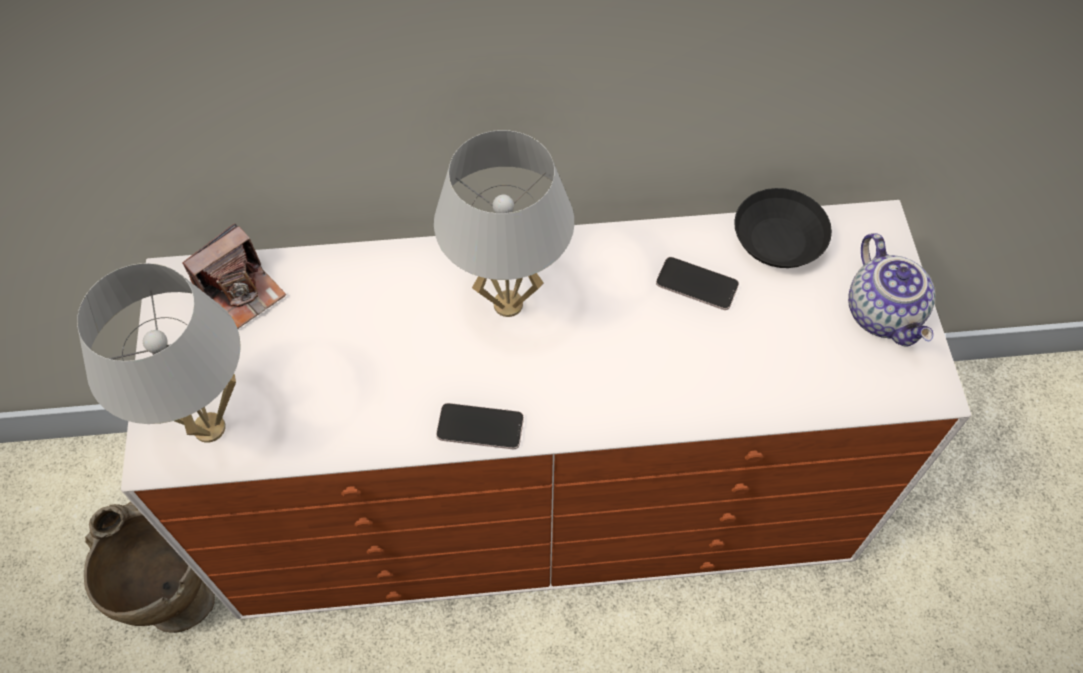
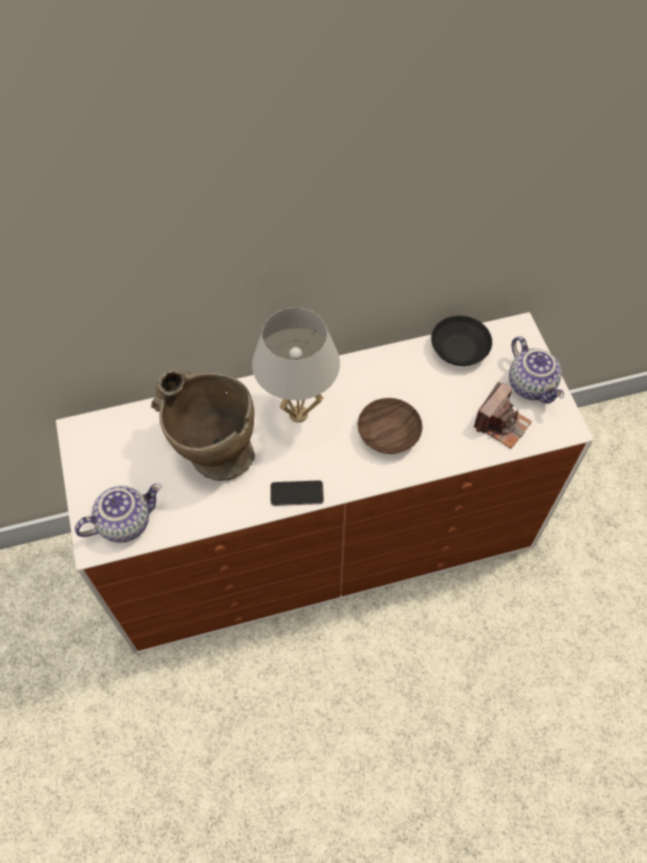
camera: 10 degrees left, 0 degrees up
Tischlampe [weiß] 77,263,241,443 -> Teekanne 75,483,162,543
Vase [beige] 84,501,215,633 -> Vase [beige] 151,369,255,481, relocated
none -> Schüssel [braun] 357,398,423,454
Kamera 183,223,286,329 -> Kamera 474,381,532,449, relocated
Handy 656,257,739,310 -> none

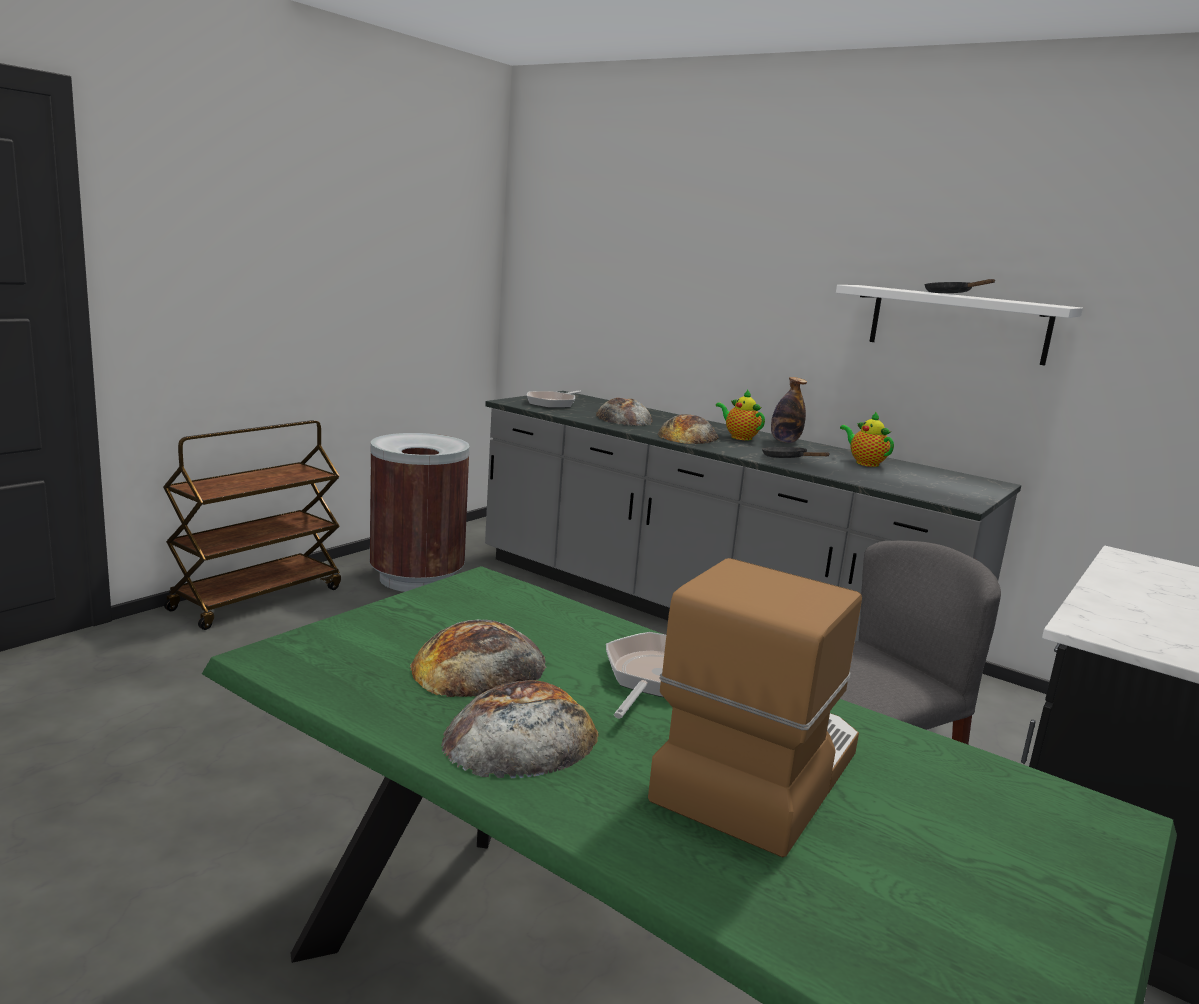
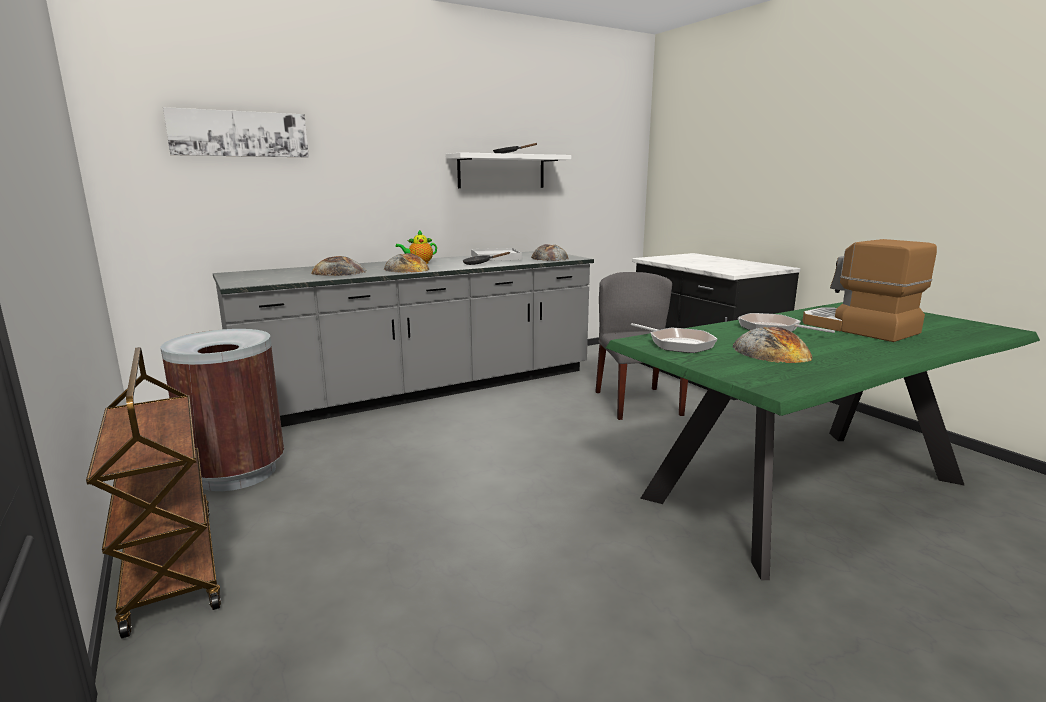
camera: 65 degrees left, 0 degrees up
none -> Bild 163,107,309,157
Teekanne 840,411,894,467 -> Tablett [weiß] 471,248,522,261
Brot 441,680,599,778 -> Brot 531,244,569,261, relocated
Pfanne 527,390,581,408 -> Pfanne 631,323,718,353, relocated
Flasche 771,377,807,443 -> none

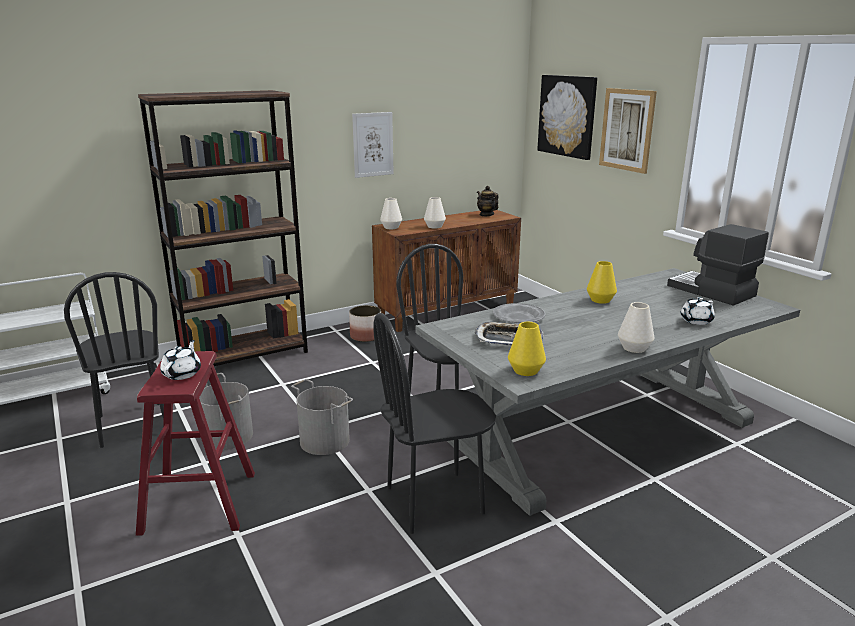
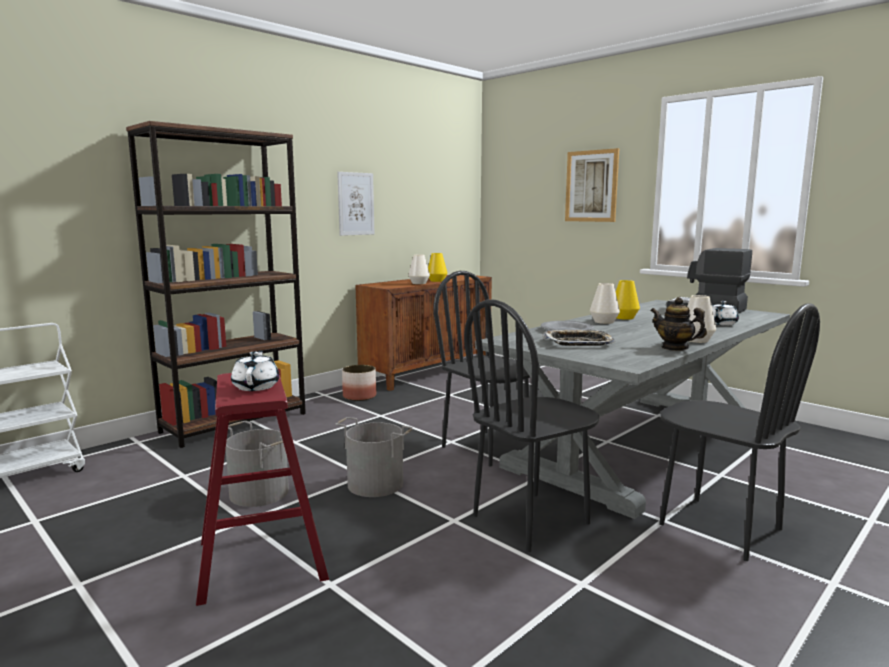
camera: 15 degrees left, 10 degrees down
Vase [gelb] 508,322,546,376 -> Vase [gelb] 428,253,447,282, relocated
Vase [weiß] 380,198,402,229 -> Vase [weiß] 590,283,620,324, relocated
Teekanne 477,186,498,216 -> Teekanne 650,297,707,351, relocated
Stuhl [schwarz] 64,272,164,448 -> Stuhl [schwarz] 659,304,820,561, relocated
Bild 537,75,597,160 -> none

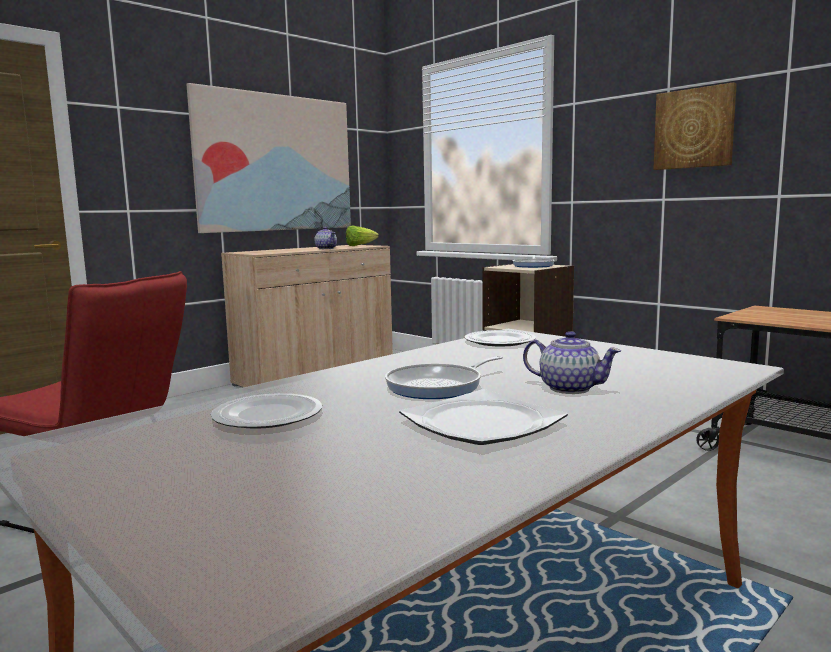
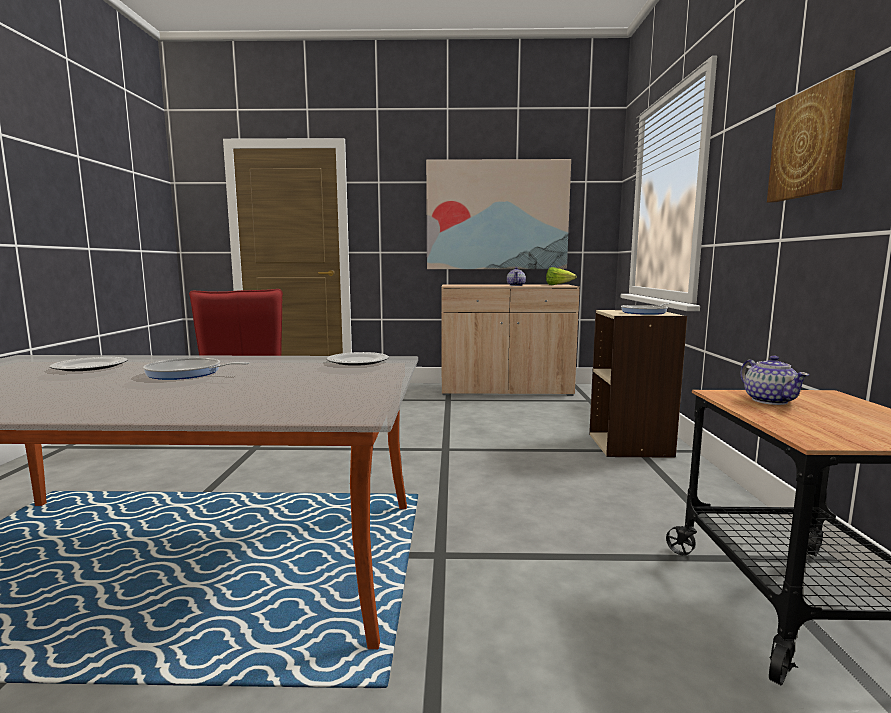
camera: 45 degrees right, 0 degrees up
Teekanne 523,331,621,394 -> Teekanne 740,355,809,405, relocated
Teller 399,389,568,445 -> none

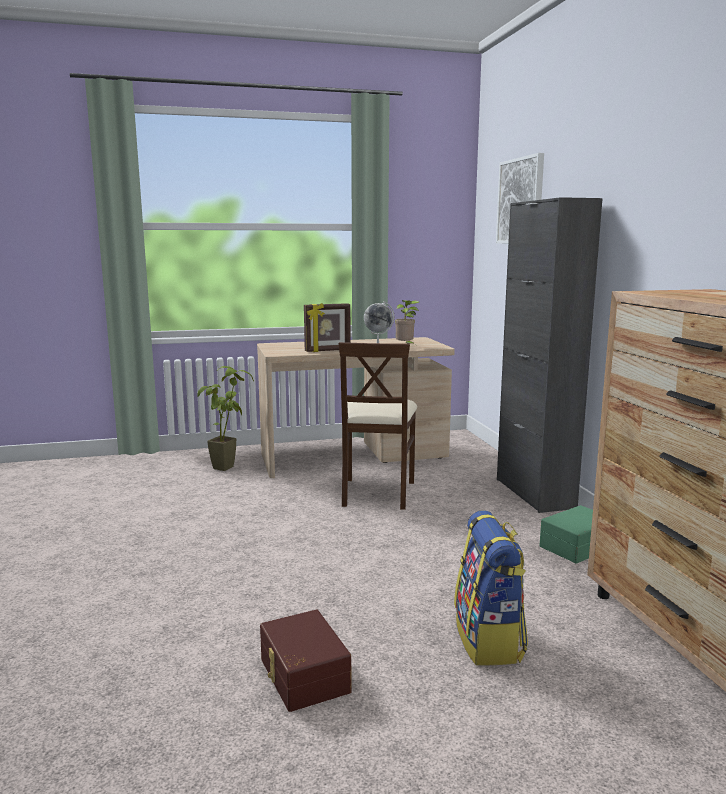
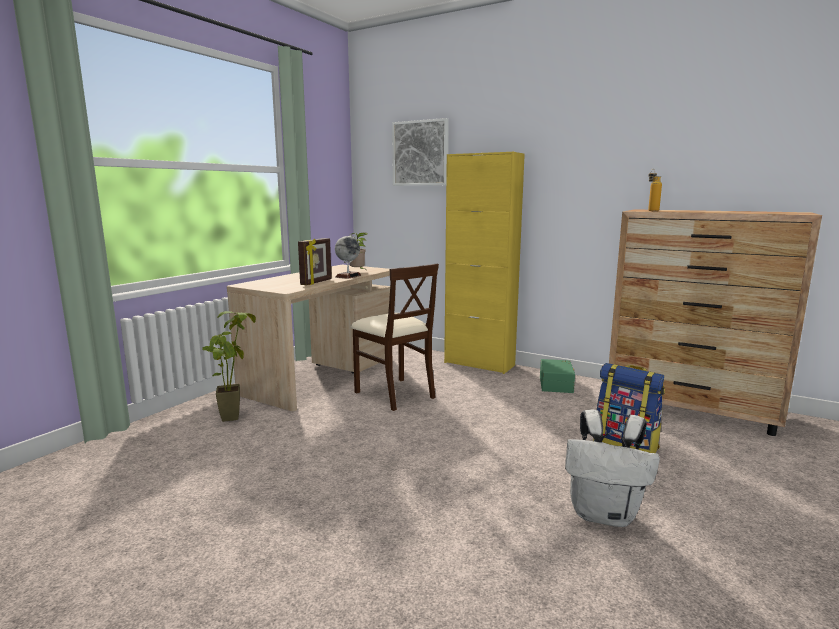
camera: 45 degrees left, 0 degrees up
Schrank [schwarz] 497,197,603,513 -> Schrank [gelb] 444,152,525,374
Aufbewahrungsbox [braun] 260,609,351,712 -> Rucksack [weiß] 565,410,660,527
none -> Flasche 648,169,662,211

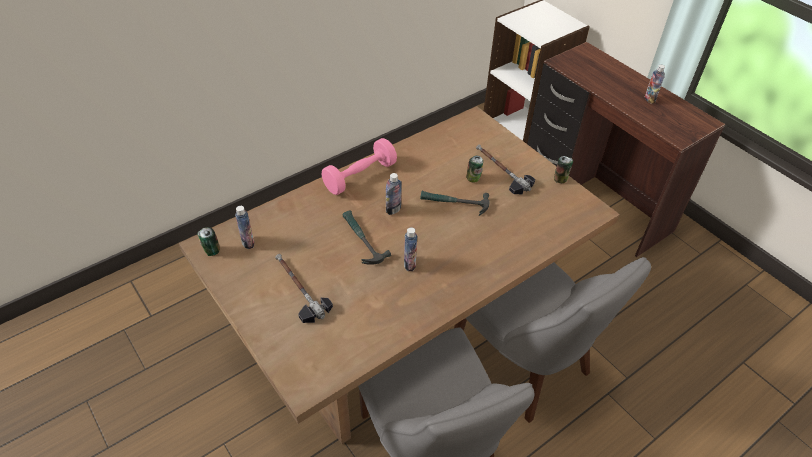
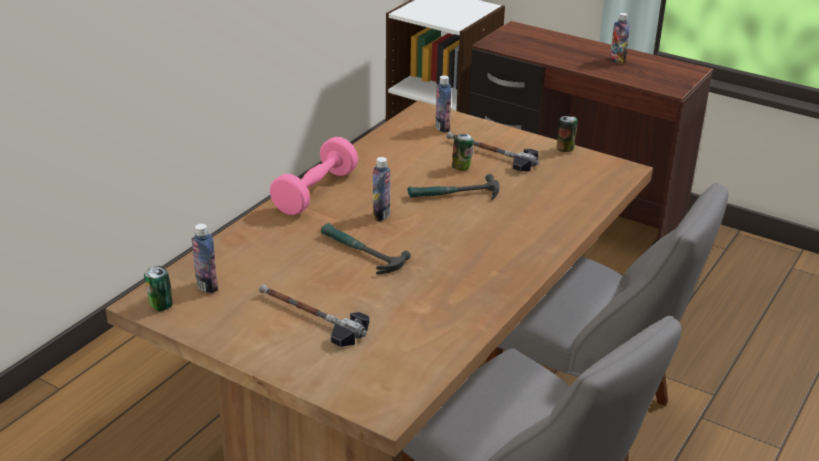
camera: 20 degrees left, 15 degrees down
Flasche 404,227,417,271 -> Flasche 435,75,452,133, relocated

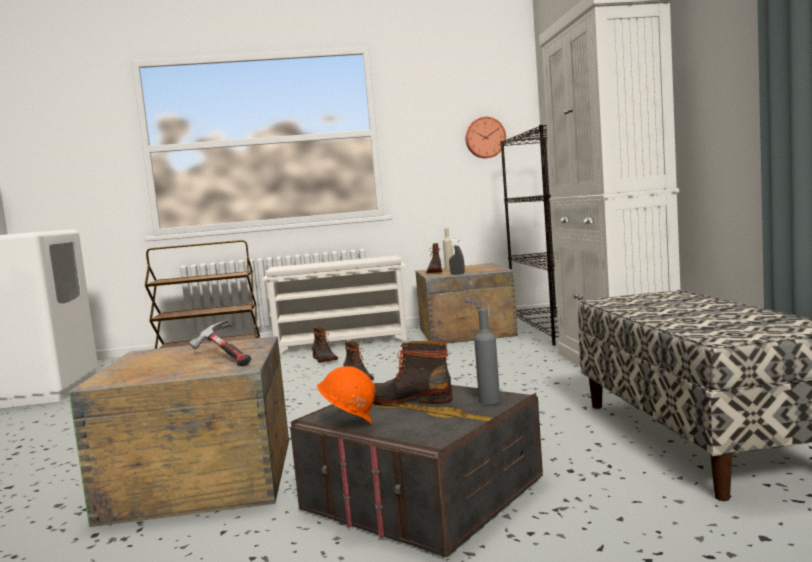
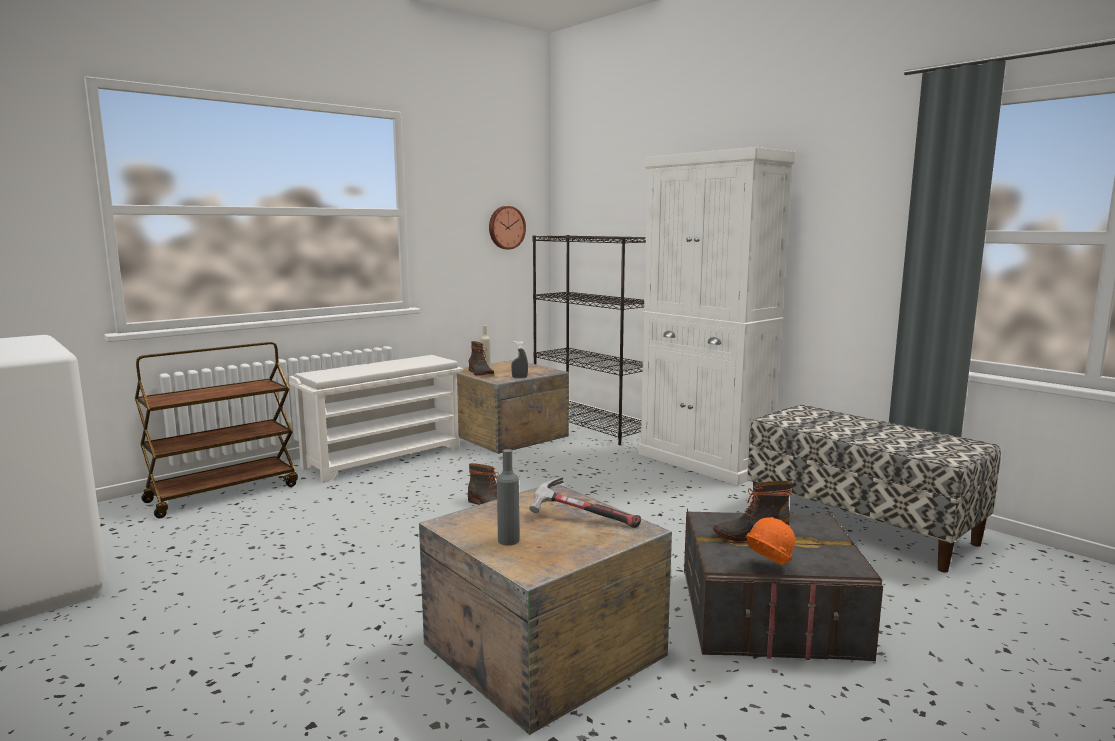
camera: 35 degrees left, 5 degrees up
Flasche [grau] 474,309,500,404 -> Flasche [grau] 497,449,520,545, relocated
Stiefel 312,327,338,363 -> none

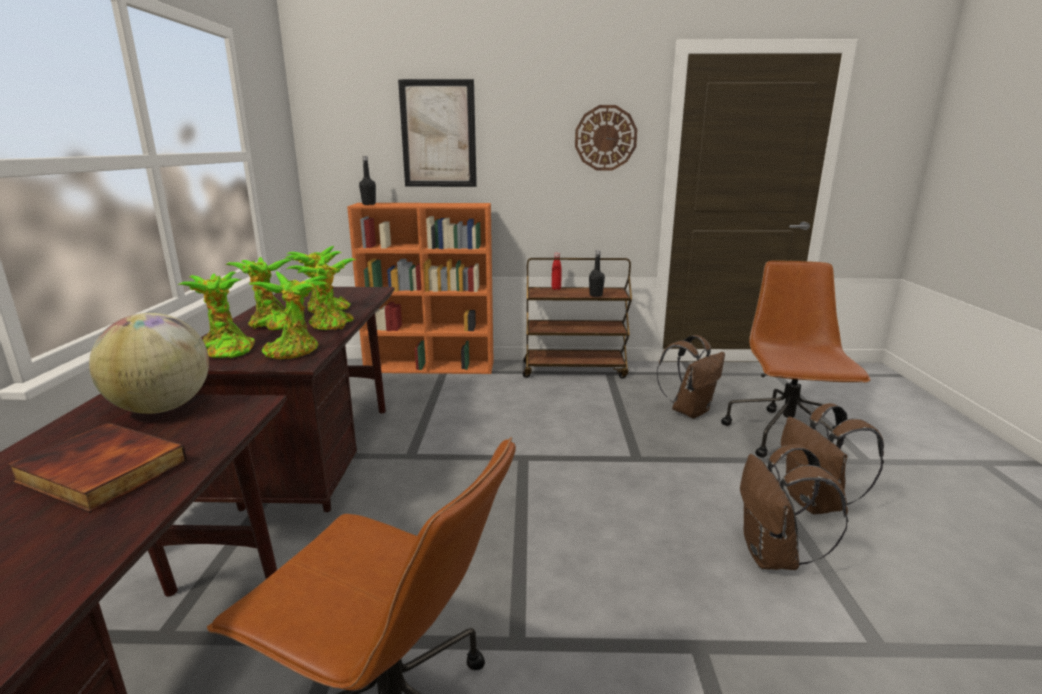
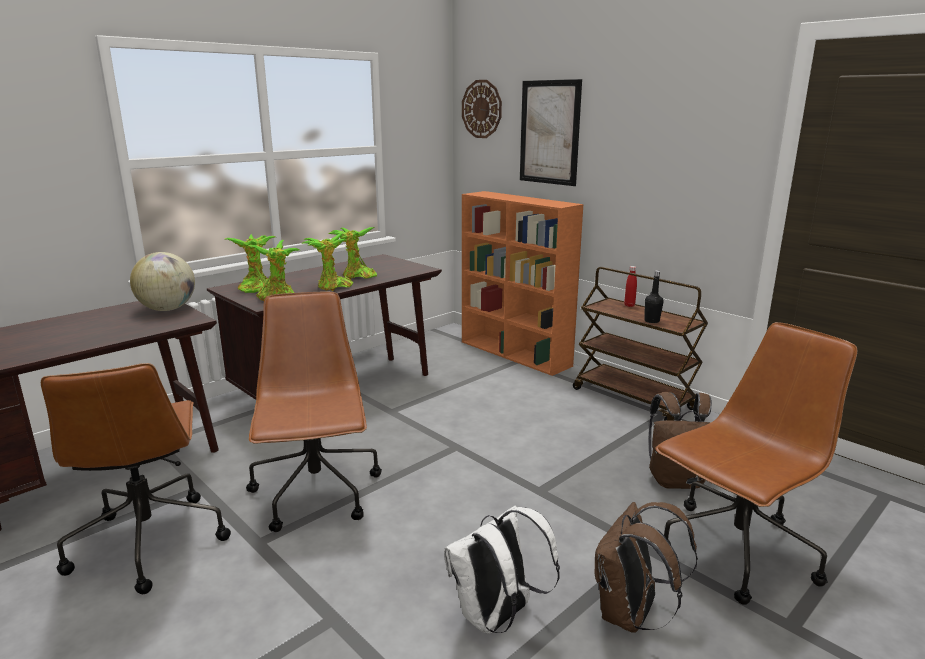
camera: 45 degrees right, 0 degrees up
none -> Bürostuhl [braun] 246,292,382,532
Rucksack [braun] 740,444,848,570 -> Rucksack [weiß] 444,506,560,634
Wanduhr 575,105,637,170 -> Wanduhr 462,80,502,138, relocated
Buch 8,423,187,513 -> none
Topfpflanze 225,257,294,330 -> none
Flasche [schwarz] 359,156,376,205 -> none

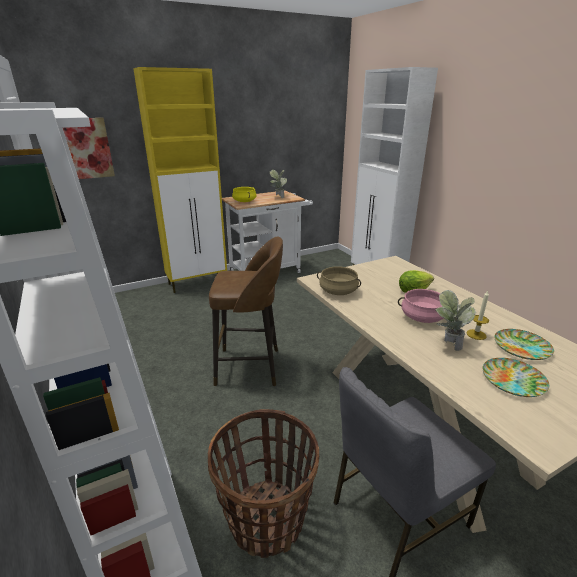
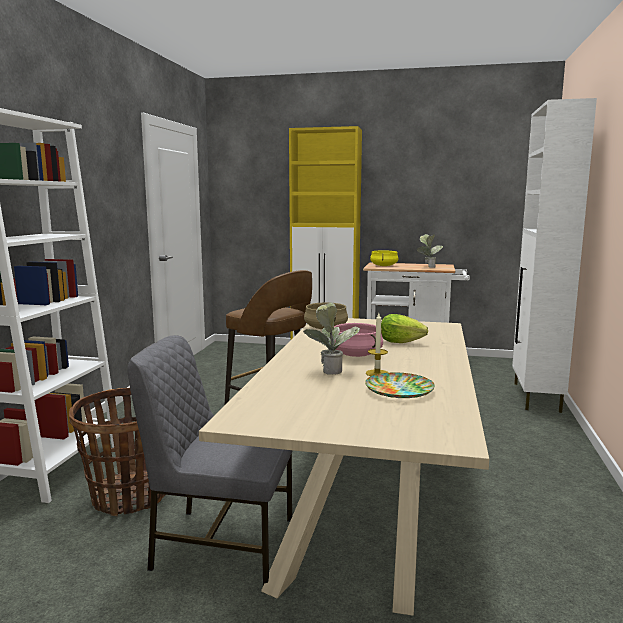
camera: 40 degrees right, 15 degrees down
Bild 63,118,115,179 -> none
Teller 482,358,549,397 -> none

